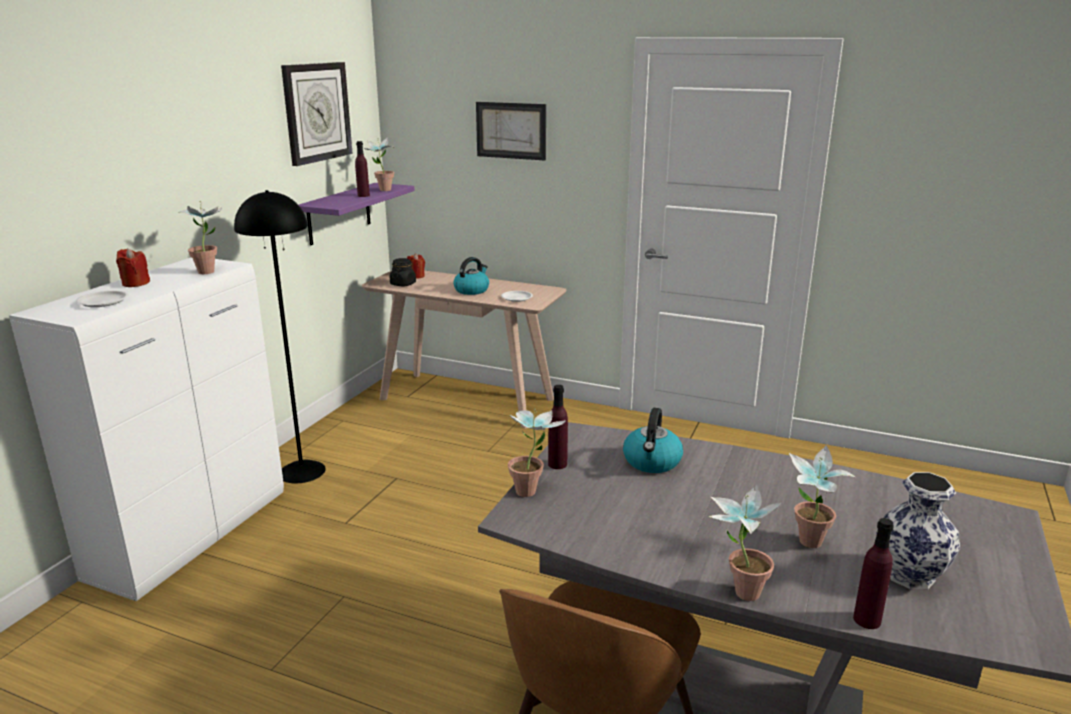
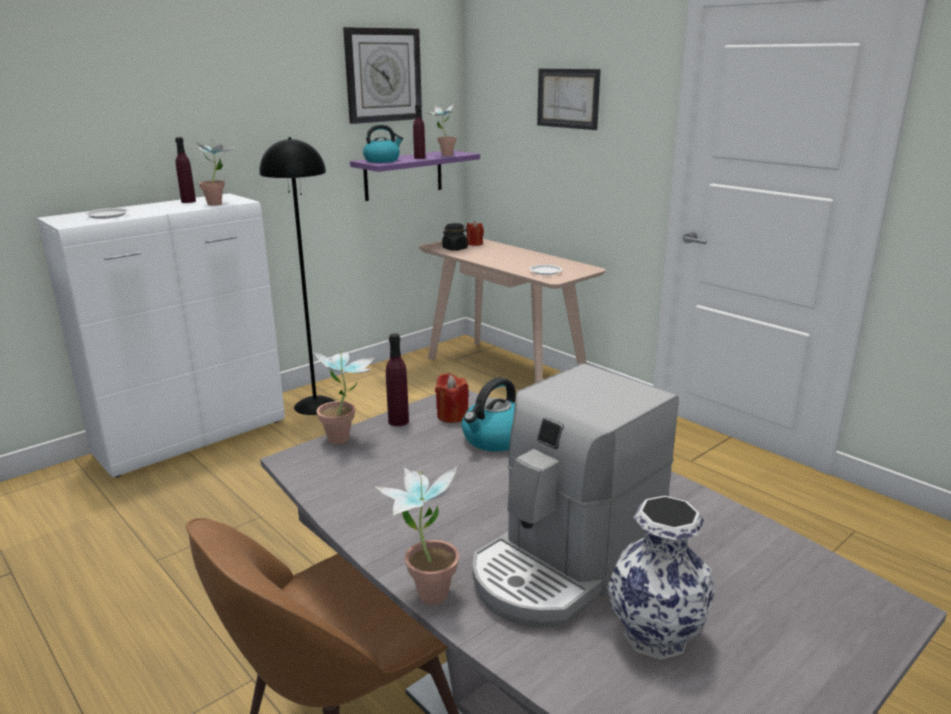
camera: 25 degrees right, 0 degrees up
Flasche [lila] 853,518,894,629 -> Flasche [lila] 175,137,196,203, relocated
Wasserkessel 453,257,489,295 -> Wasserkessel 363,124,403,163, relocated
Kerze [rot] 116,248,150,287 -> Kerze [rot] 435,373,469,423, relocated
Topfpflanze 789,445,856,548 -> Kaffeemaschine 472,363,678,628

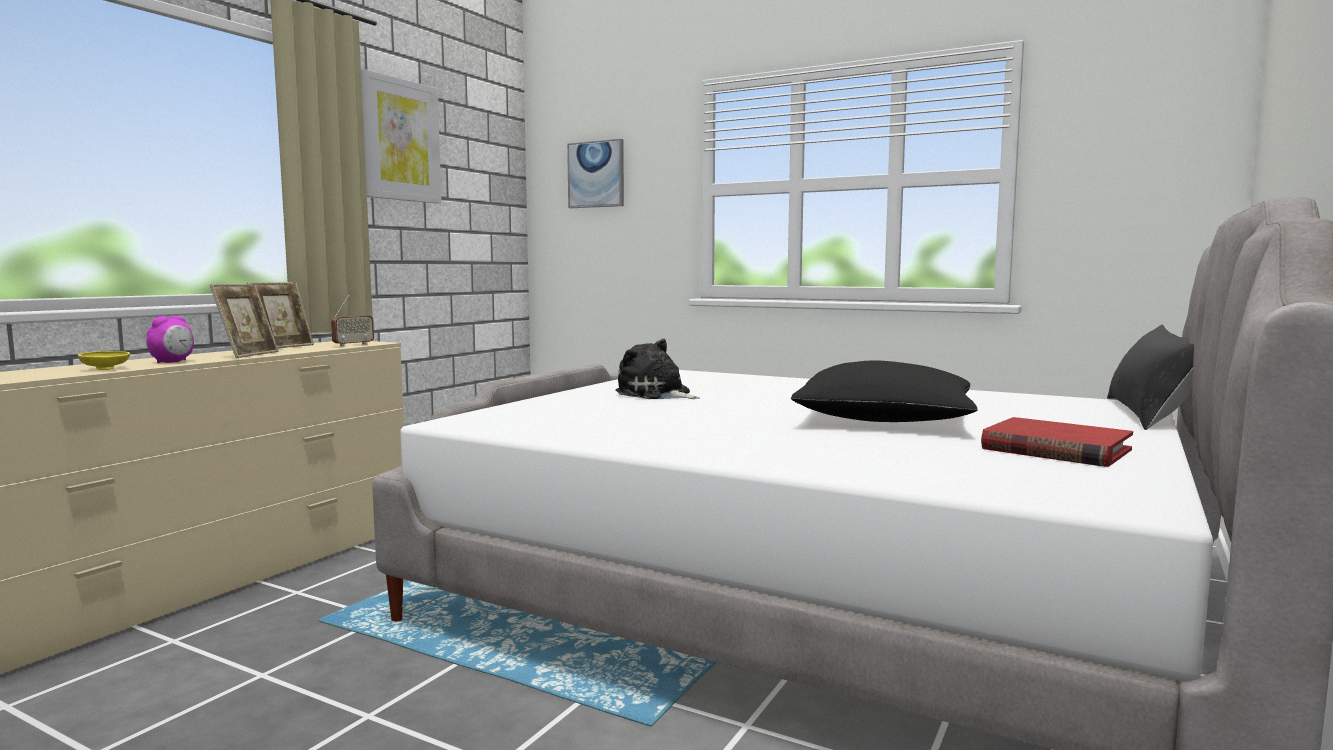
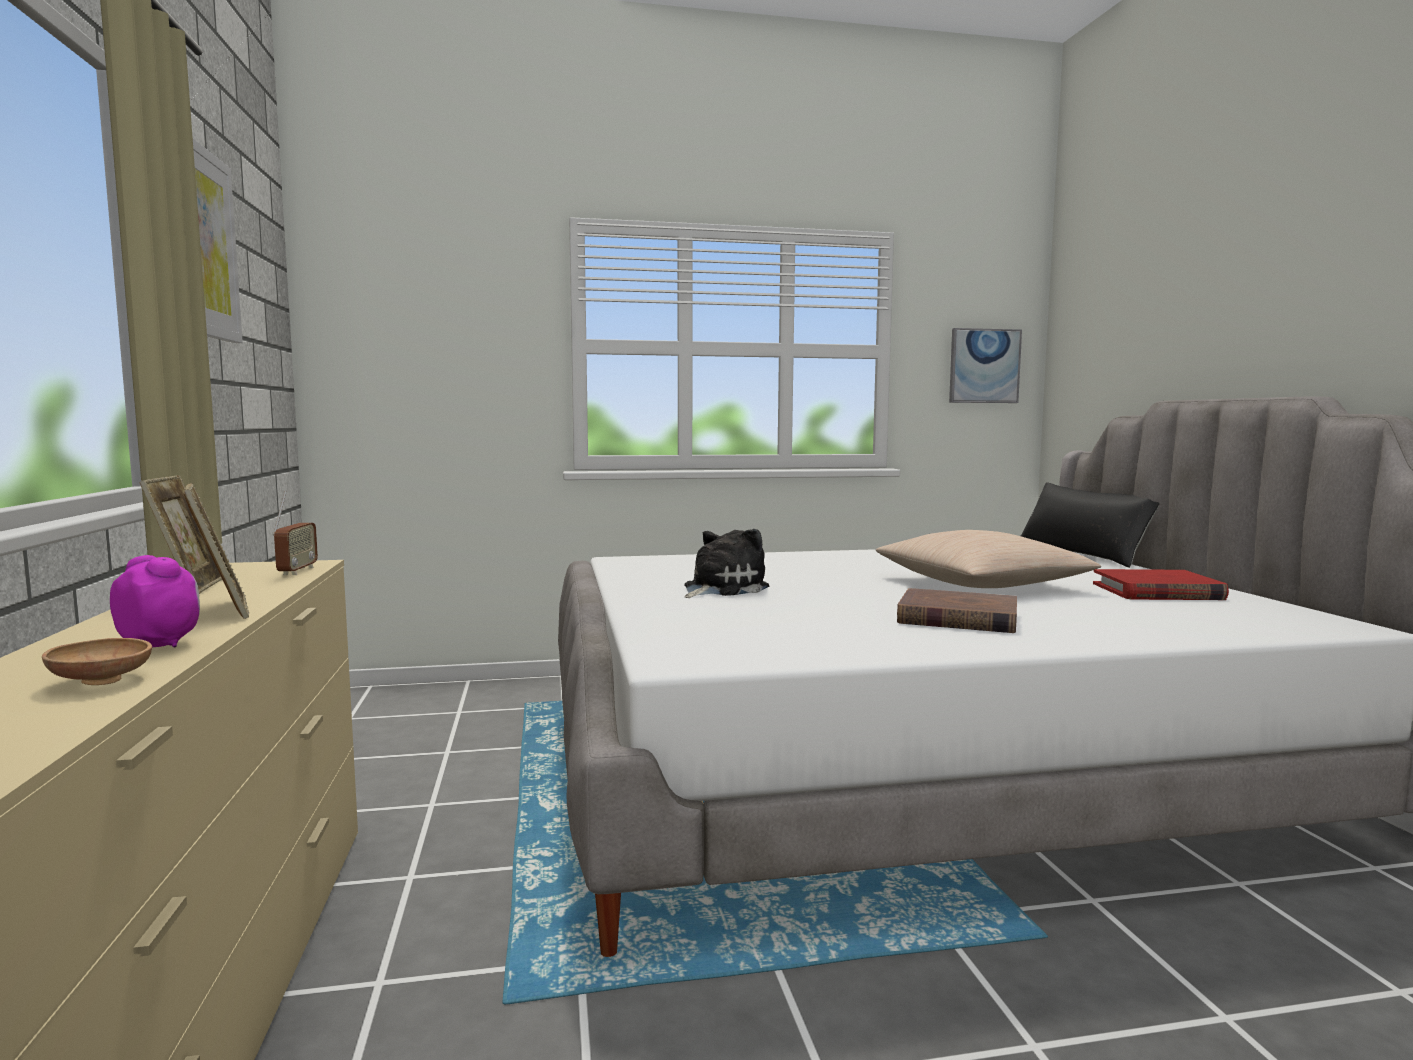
camera: 40 degrees left, 0 degrees up
Schüssel [gelb] 78,351,130,370 -> Schüssel [braun] 42,638,152,685
Wecker 146,316,194,363 -> Wecker 110,555,200,648, 45 degrees counterclockwise
Plüschtier 615,339,700,399 -> Plüschtier 684,529,769,598, 135 degrees clockwise
Kissen [schwarz] 791,360,978,422 -> Kissen [beige] 876,530,1101,588
none -> Buch [braun] 897,588,1017,633
Bild 567,139,624,208 -> Bild 949,328,1022,403, relocated

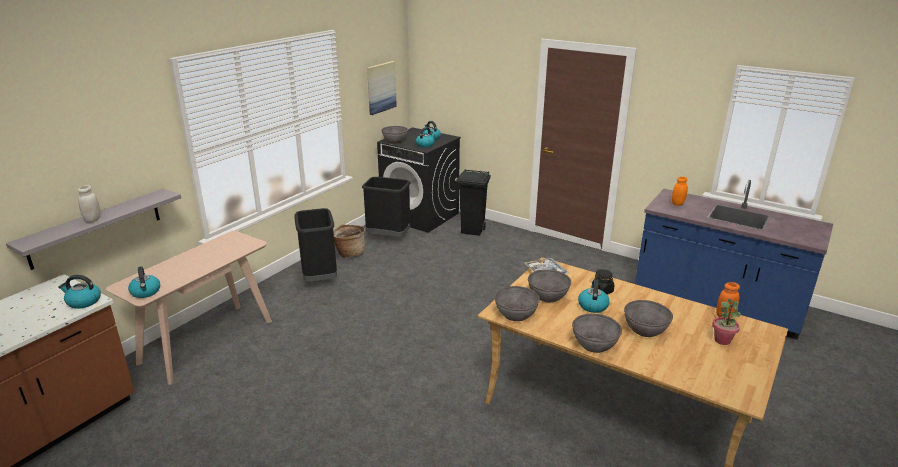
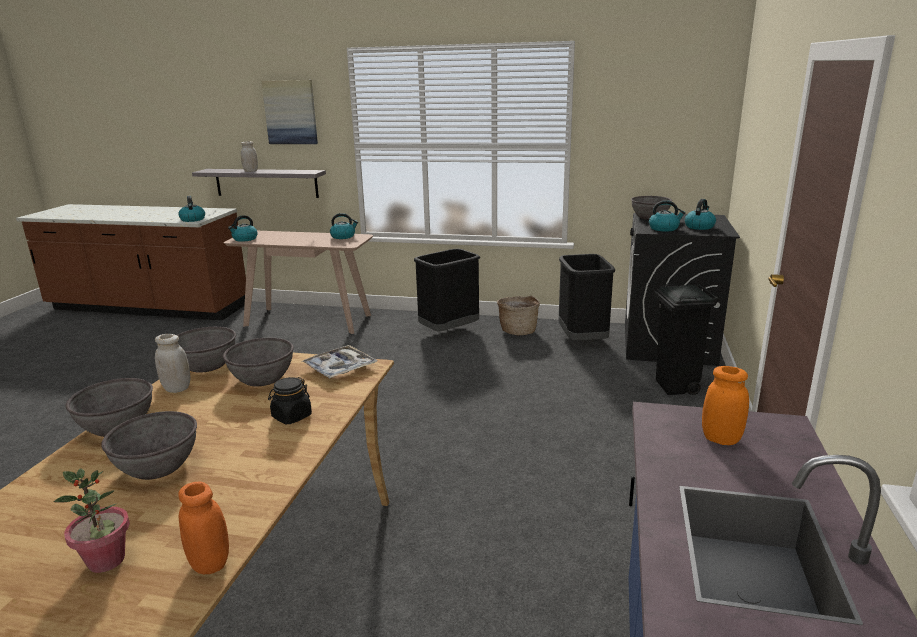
camera: 70 degrees right, 5 degrees down
none -> Vorratsglas [weiß] 155,334,191,393
Bild 367,61,397,115 -> Bild 261,80,318,144, relocated
Wasserkessel 578,279,610,313 -> Wasserkessel 330,213,358,239, relocated

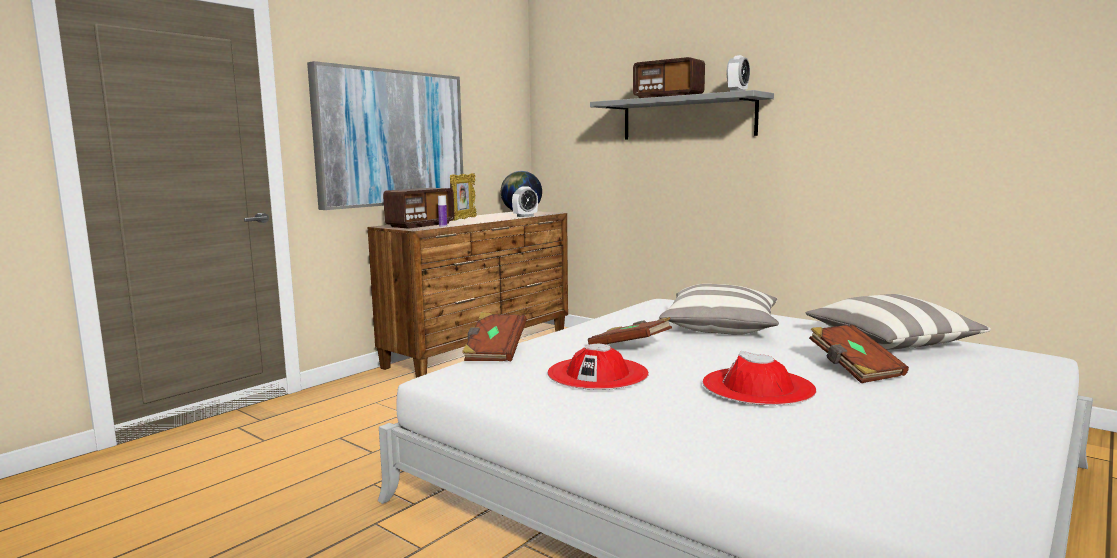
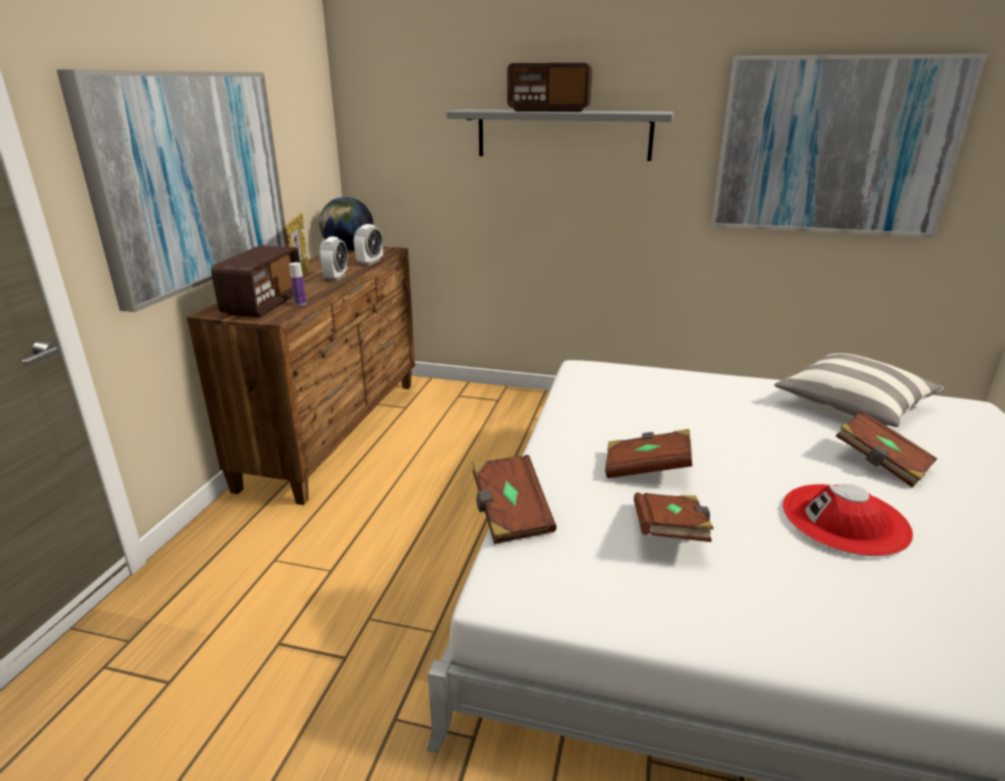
camera: 25 degrees left, 15 degrees up
Wecker 727,55,750,92 -> Wecker 319,236,348,281, relocated
Hut [rot] 548,344,649,390 -> Buch [braun] 634,493,714,542
none -> Bild 711,54,987,237
Kissen 659,284,779,335 -> none

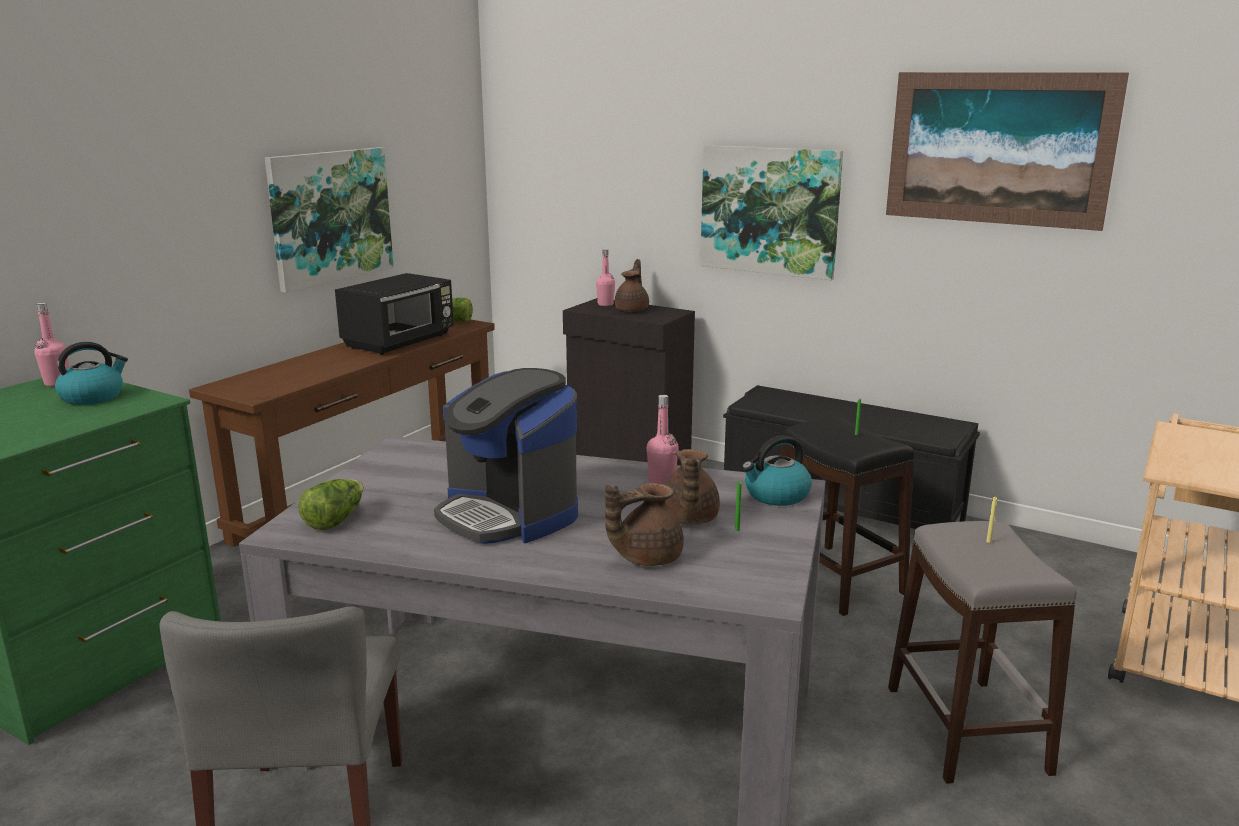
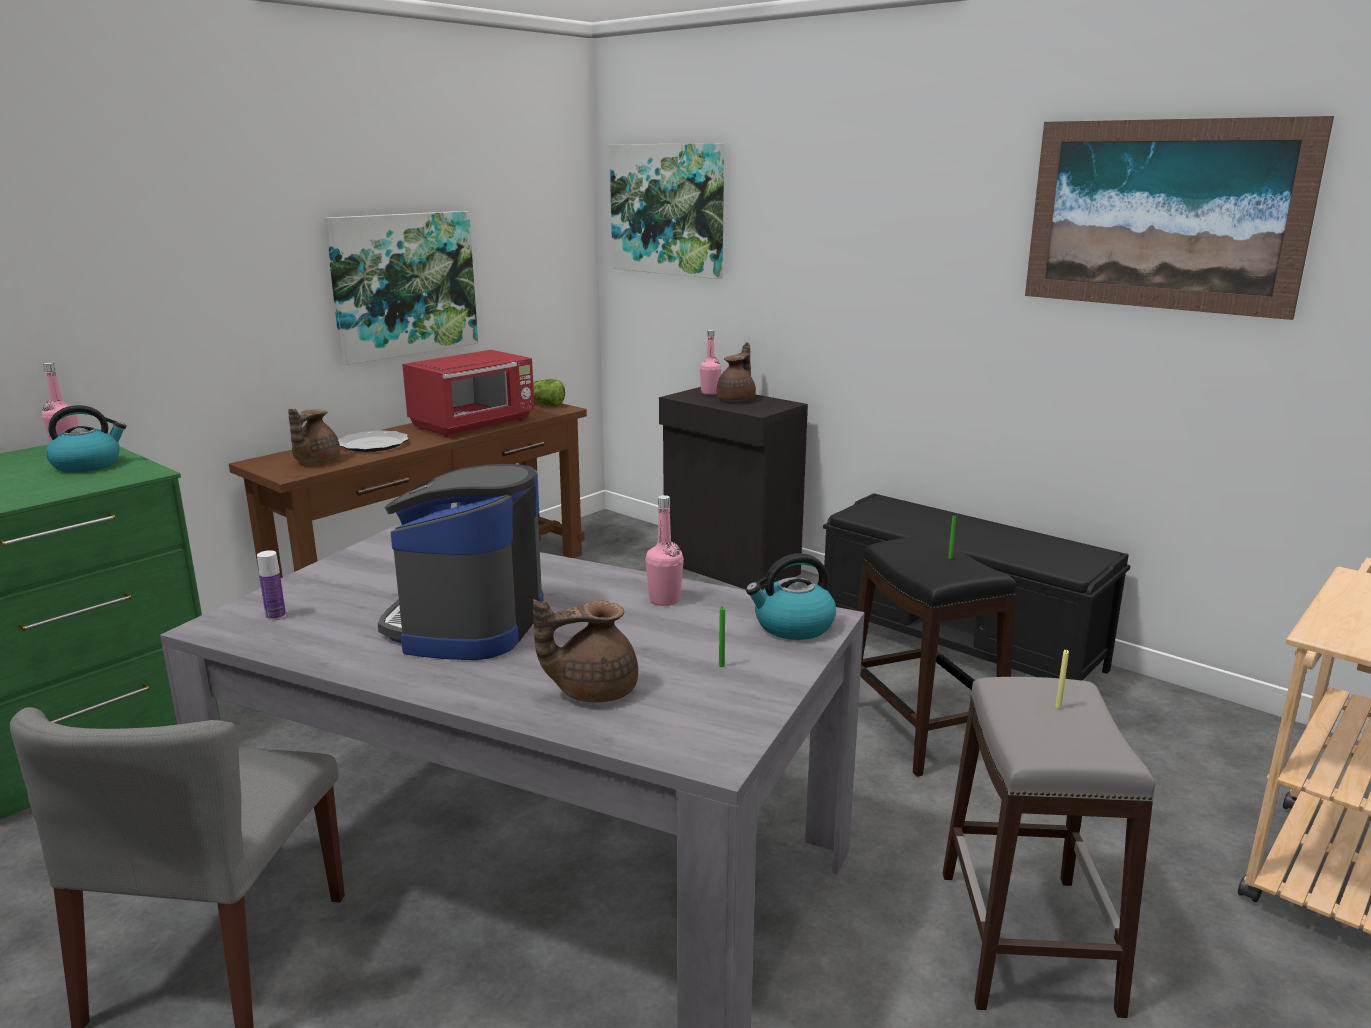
camera: 10 degrees right, 0 degrees up
Salatkopf 298,479,363,530 -> Flasche 257,550,286,621
Teekanne [braun] 664,449,720,524 -> Teekanne [braun] 288,409,340,464, relocated
none -> Teller 338,430,409,452
Kaffeemaschine 434,368,578,544 -> Kaffeemaschine 378,464,544,660, 45 degrees clockwise
Mikrowelle [schwarz] 335,273,454,355 -> Mikrowelle [rot] 402,350,535,437
Bild 700,145,843,280 -> Bild 610,143,724,279, relocated

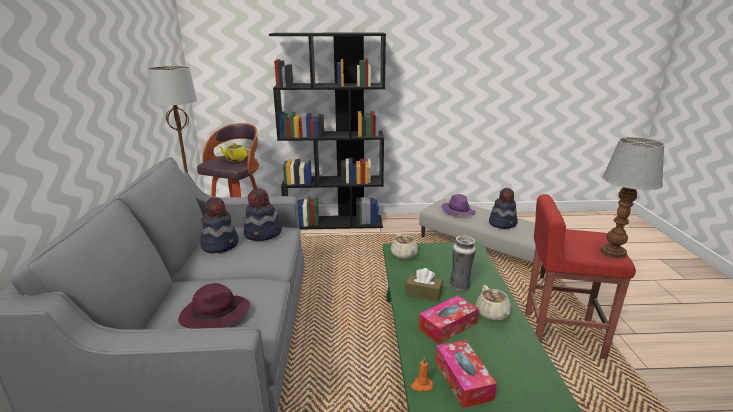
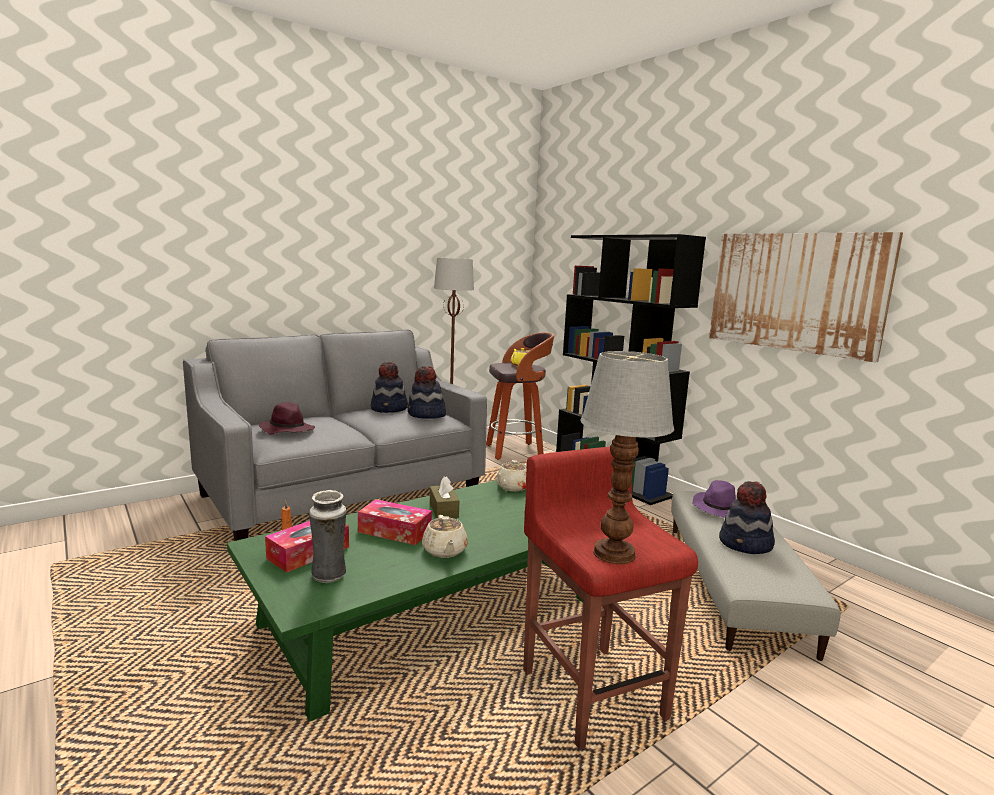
camera: 55 degrees right, 10 degrees down
Vase 449,235,476,291 -> Vase 309,490,346,583, relocated
Teekanne [beige] 476,285,511,321 -> Teekanne [beige] 422,515,468,558, 60 degrees counterclockwise
none -> Bild 709,232,903,362

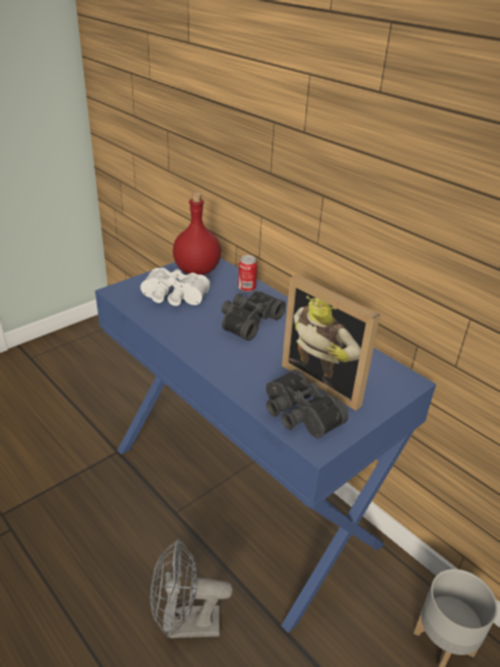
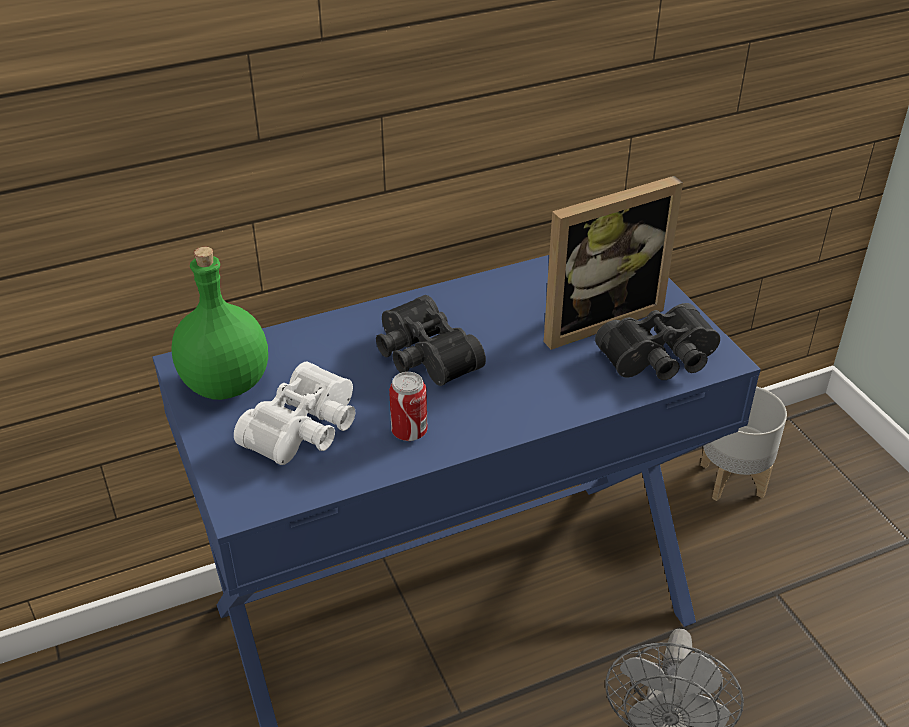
camera: 70 degrees left, 5 degrees up
Flasche [rot] 173,193,221,275 -> Flasche [grün] 171,247,268,400
Dose 238,255,257,292 -> Dose 389,372,427,441, relocated

